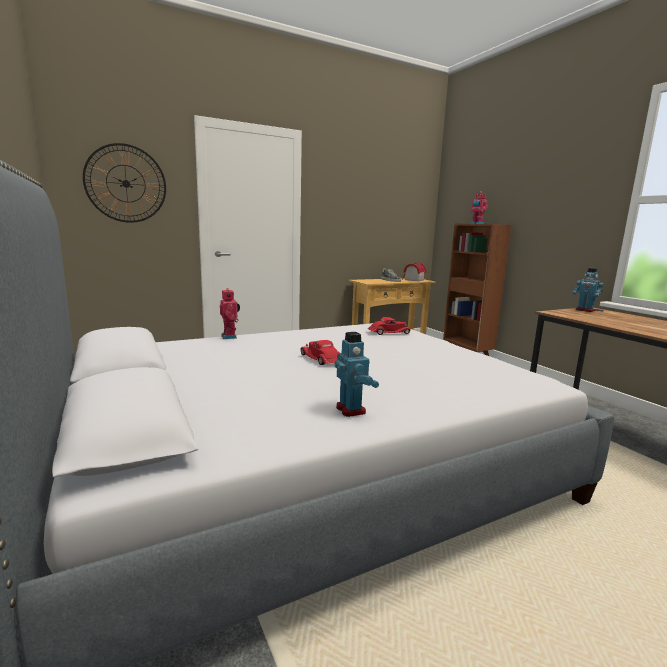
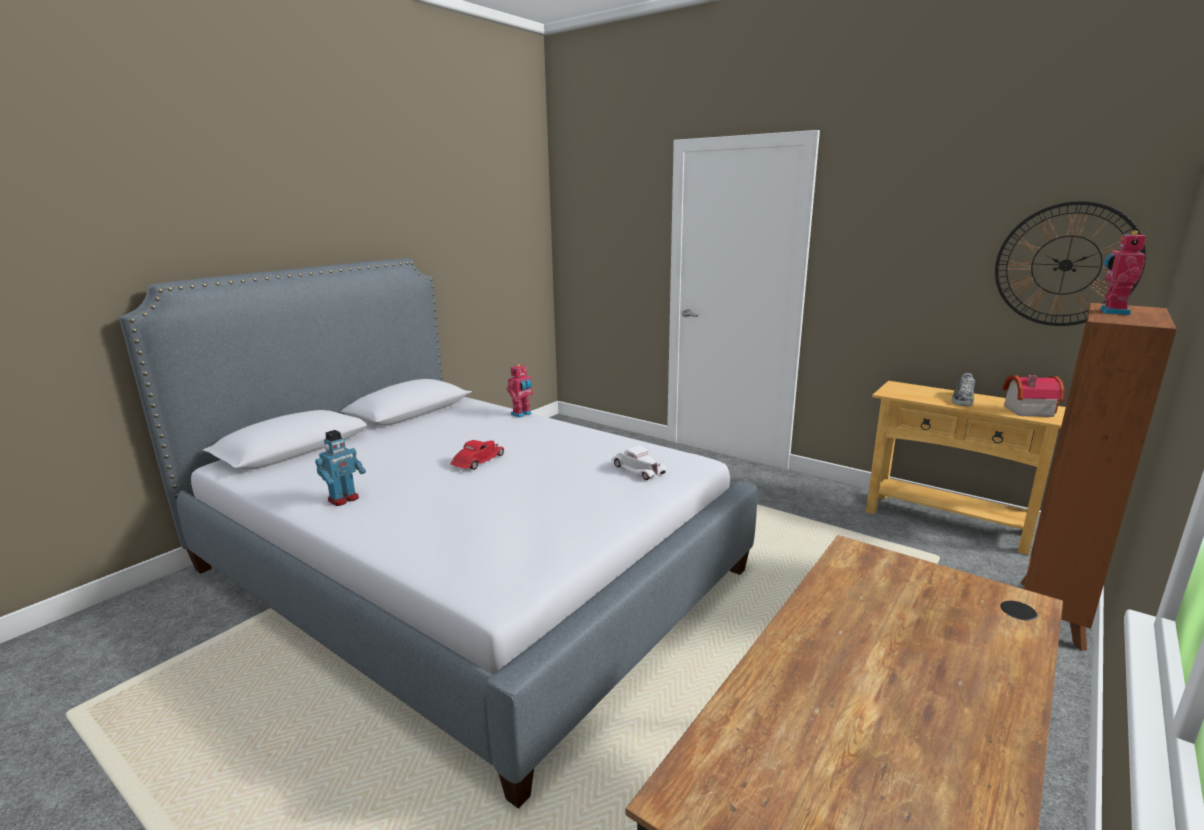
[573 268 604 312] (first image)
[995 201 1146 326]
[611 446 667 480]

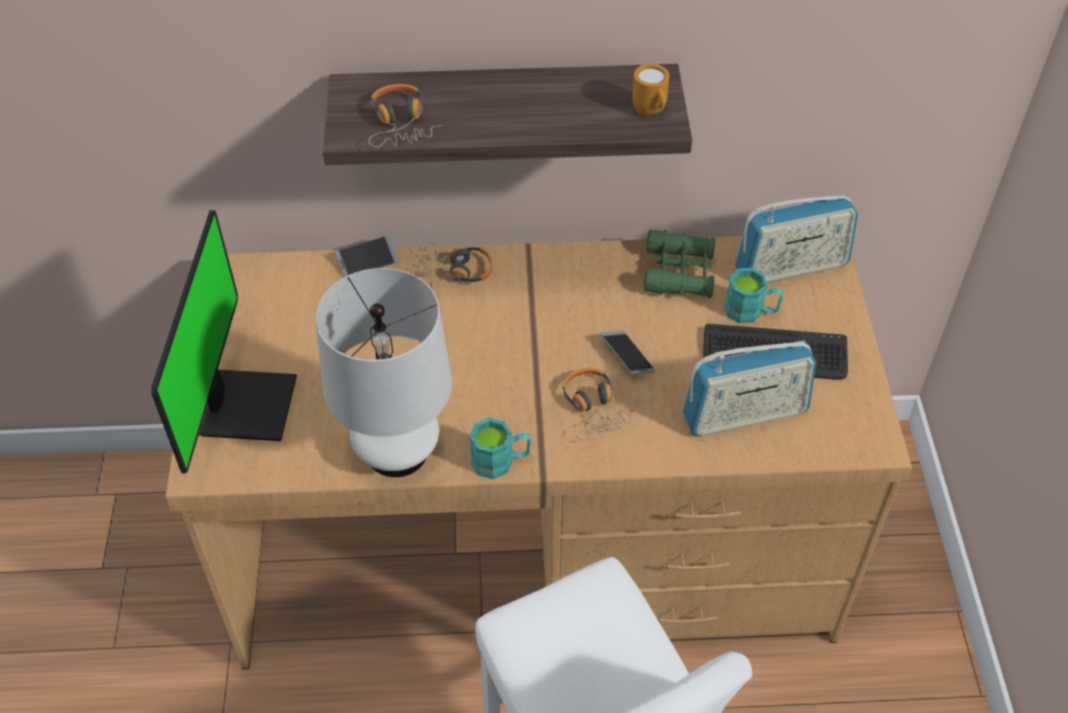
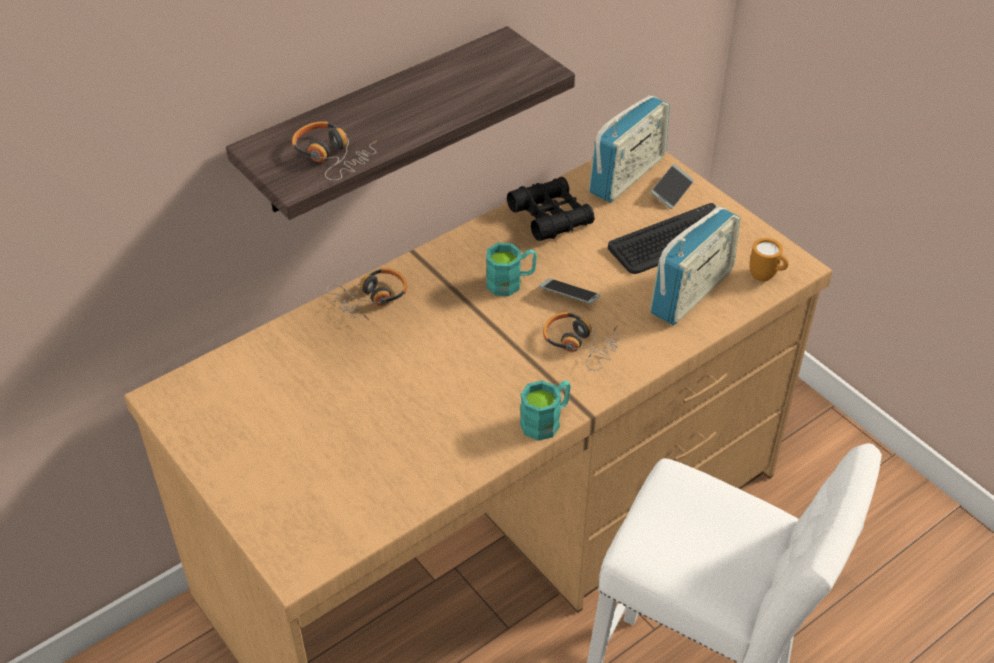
[151 210 297 473] (first image)
[315 268 452 477] (first image)
[651 164 694 209]
[749 238 789 282]
[486 243 537 296]
[507 177 595 241]

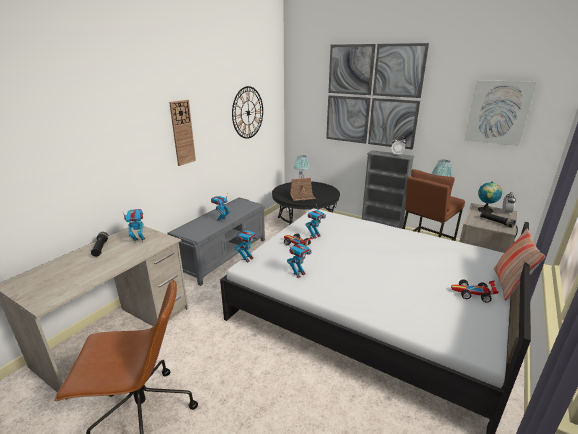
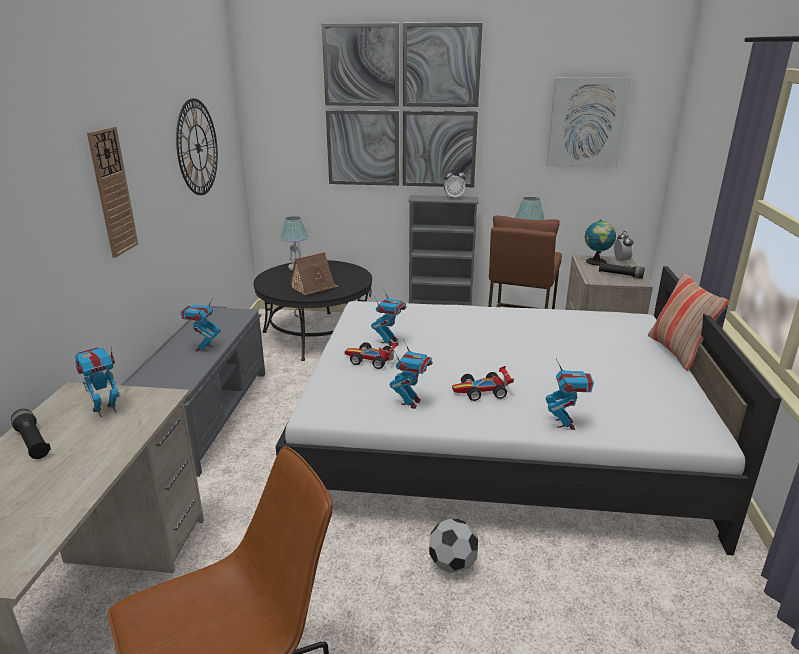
[429 519 478 573]
[546 358 594 430]
[452 366 514 401]

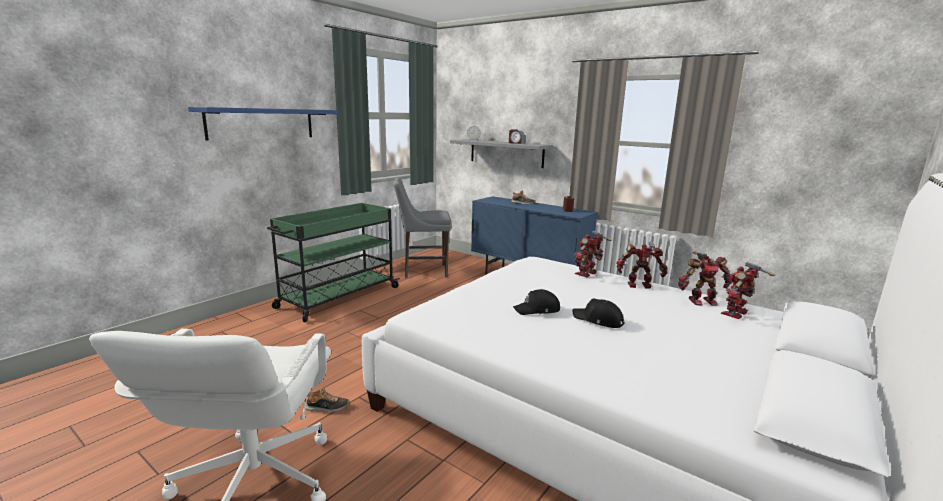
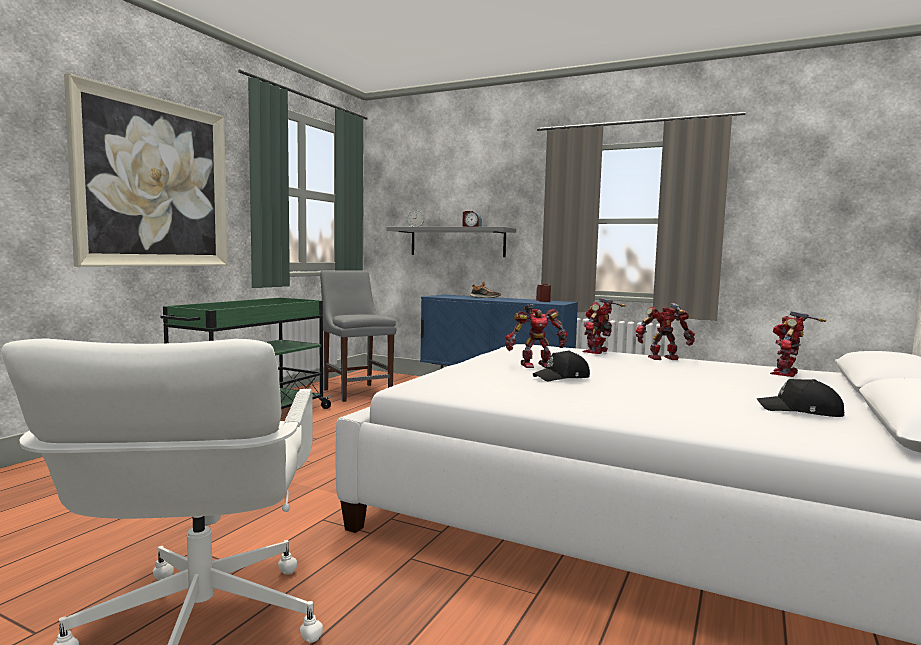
[306 388 350 412] (first image)
[757 379 844 417]
[505 304 568 368]
[64 73 228 267]
[320 270 397 402]

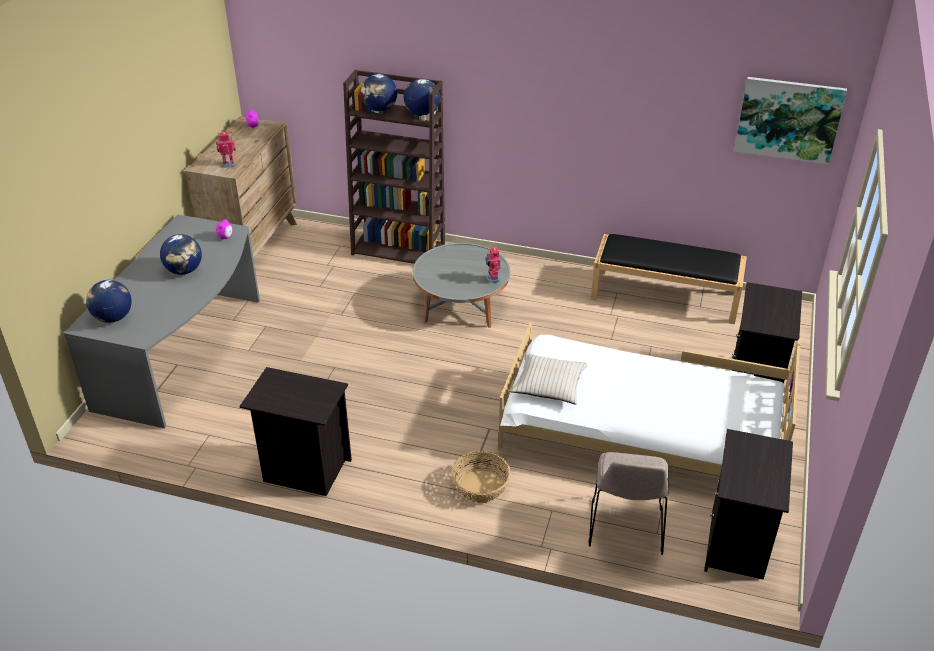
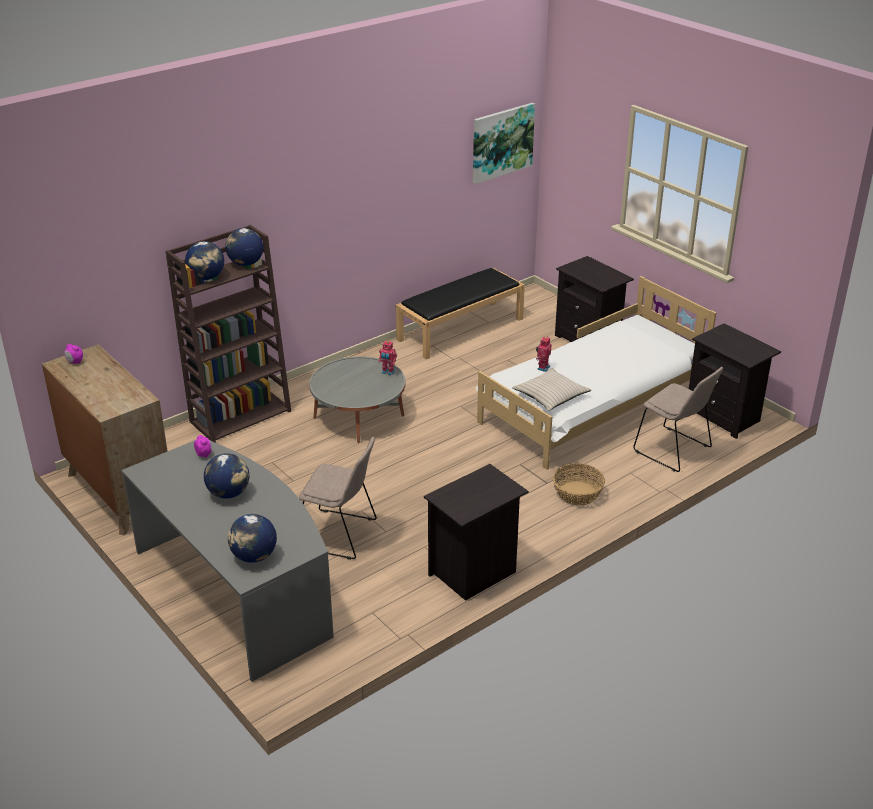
[299 437 377 560]
[536 337 551 372]

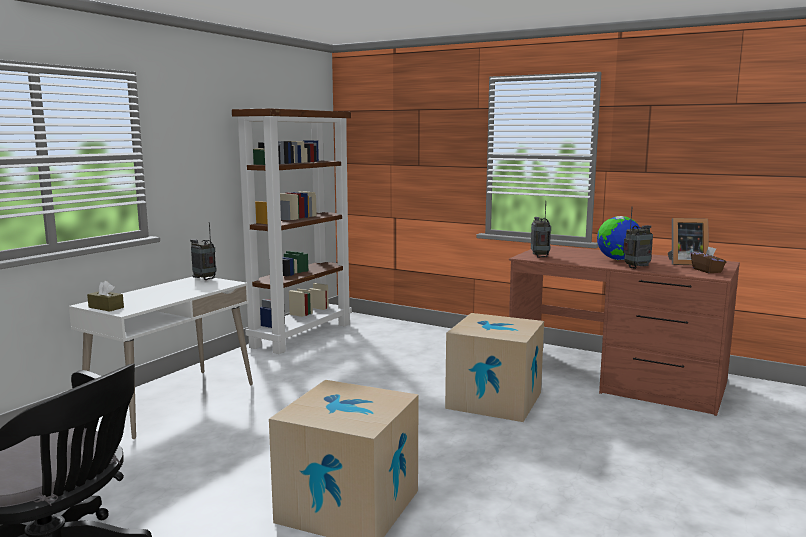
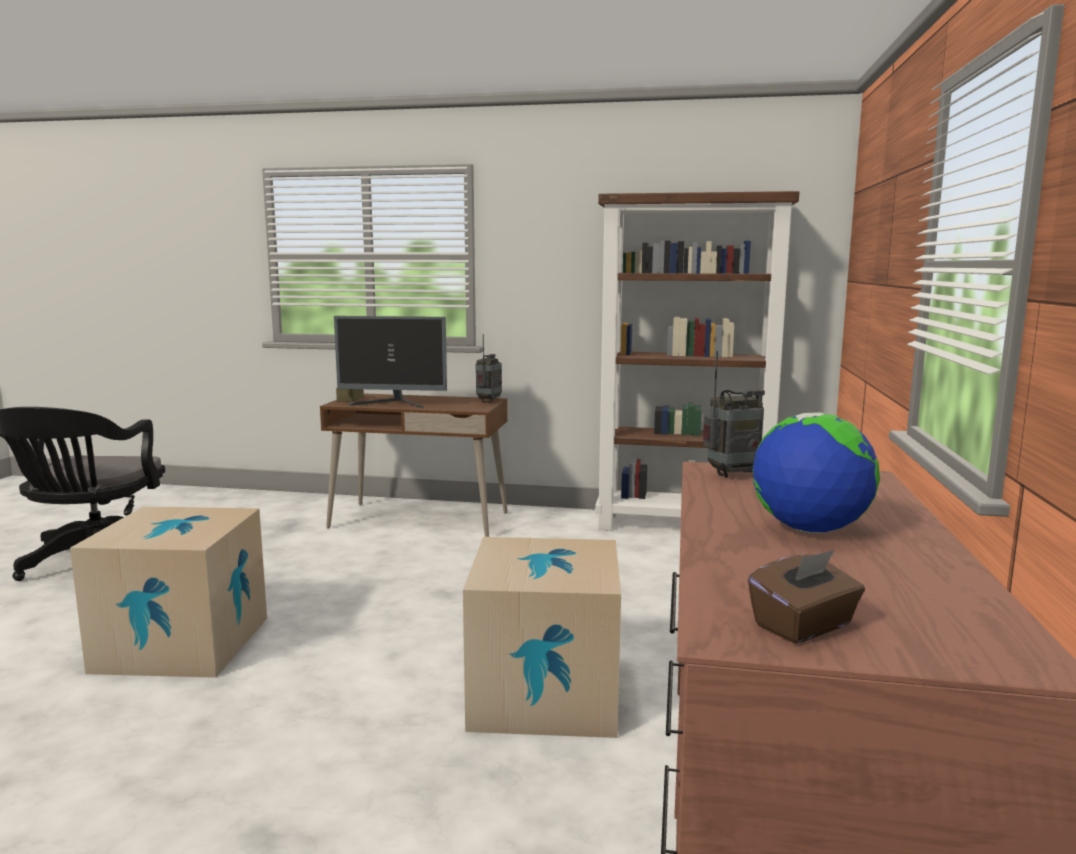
[623 208 653 269] (first image)
[668 218 709 265] (first image)
[334 316 447 408]
[320 394 508 537]

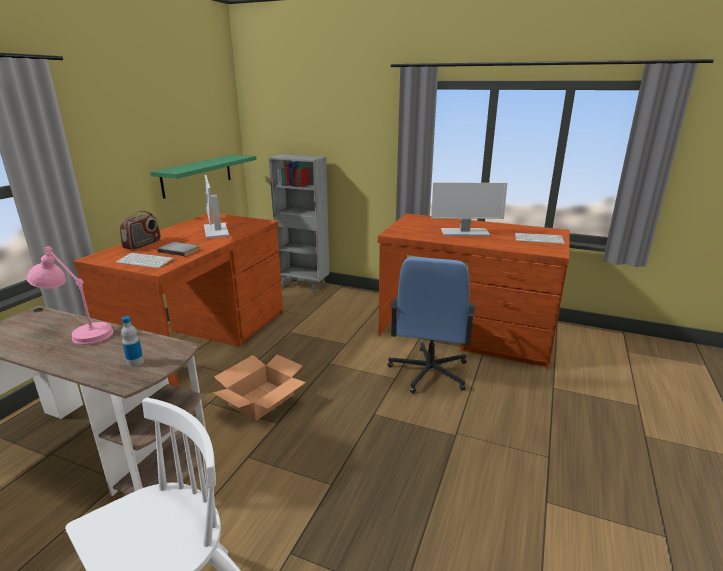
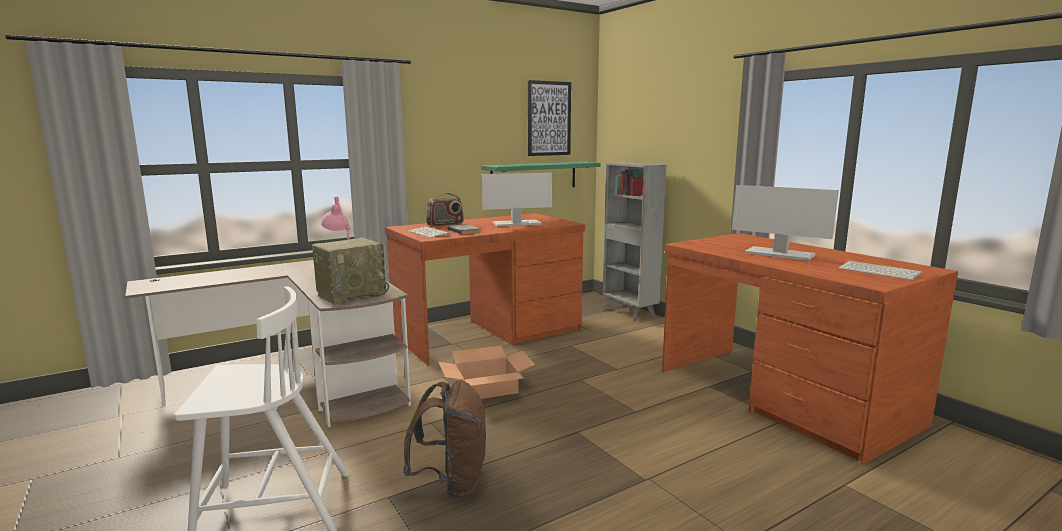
[388 257 475 393] (first image)
[403 380 486 499]
[528 80 571 156]
[312 238 389 305]
[482 173 552 226]

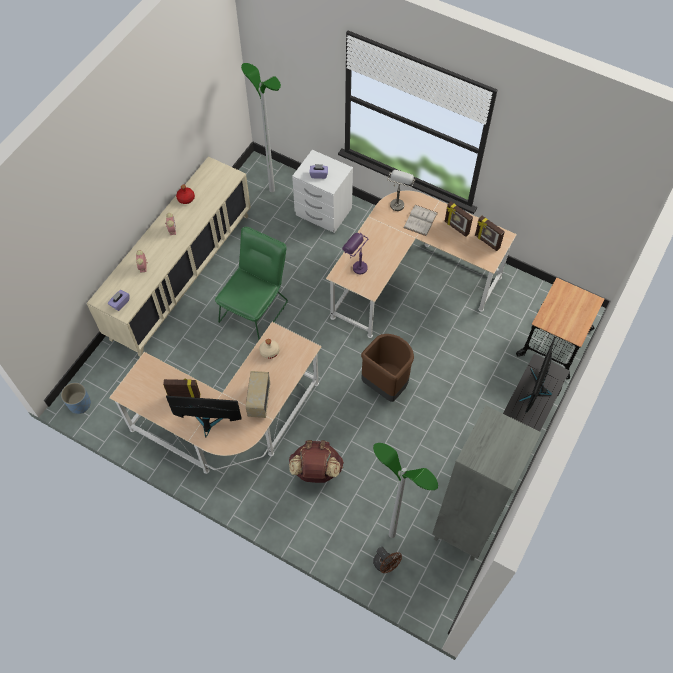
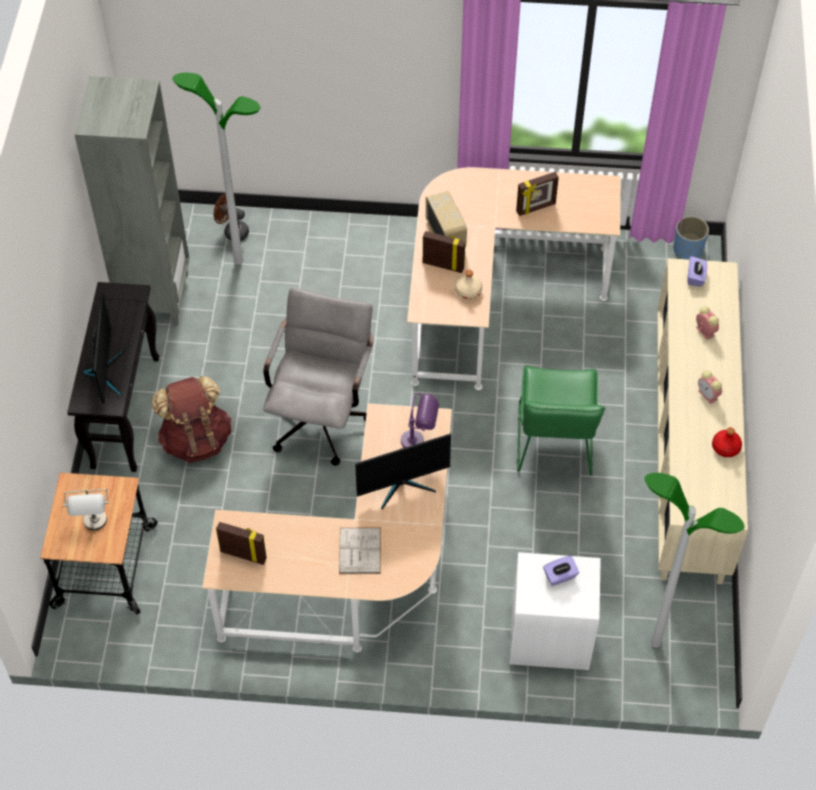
[355 434 451 509]
[152 376 232 463]
[63 489 108 530]
[423 231 465 273]
[263 288 373 466]

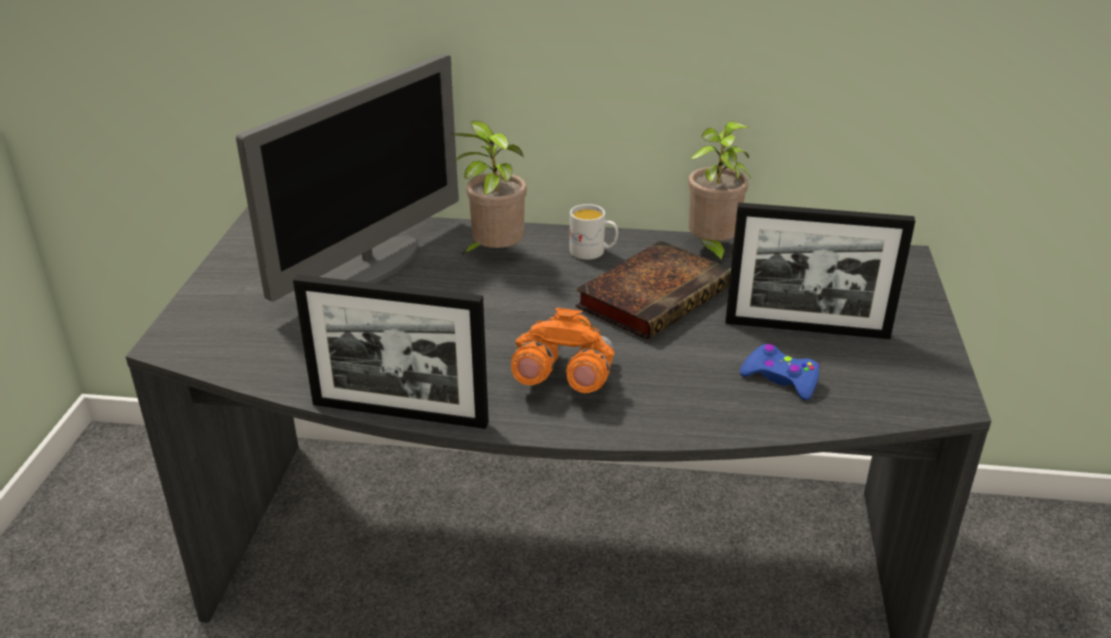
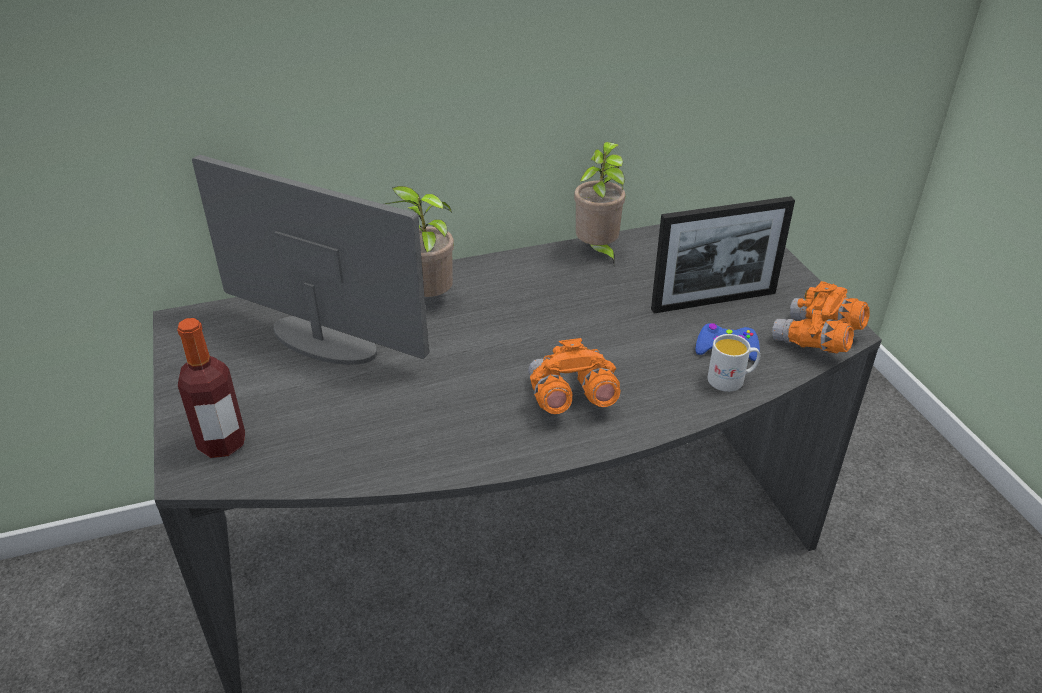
[293 275 489 429] (first image)
[575 241 731 340] (first image)
[177 318 245 458]
[772 281 870 353]
[708 334 760 392]
[192 155 429 365]

